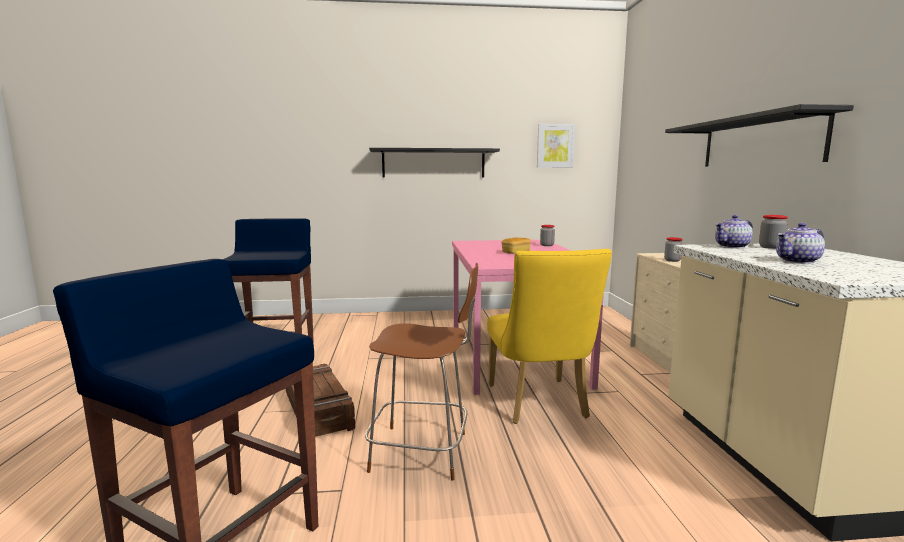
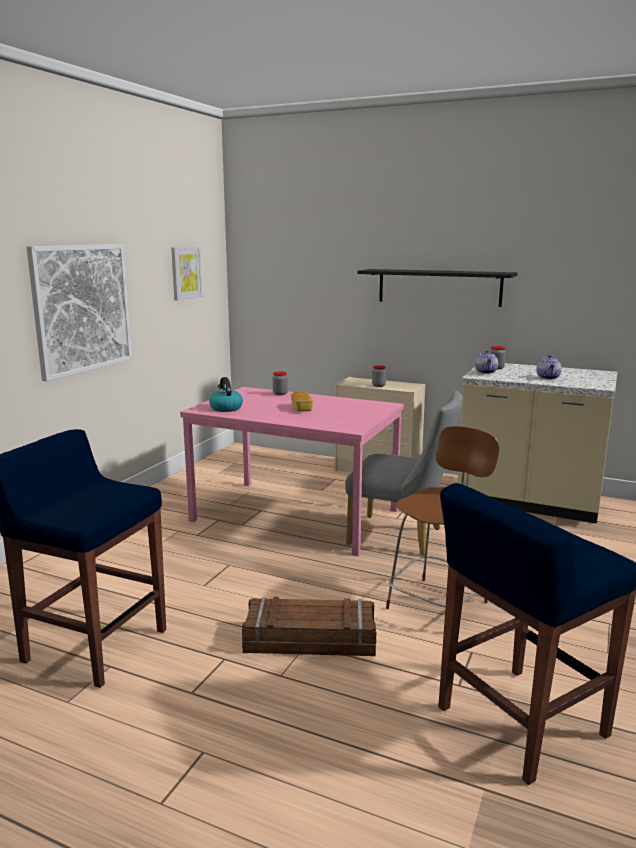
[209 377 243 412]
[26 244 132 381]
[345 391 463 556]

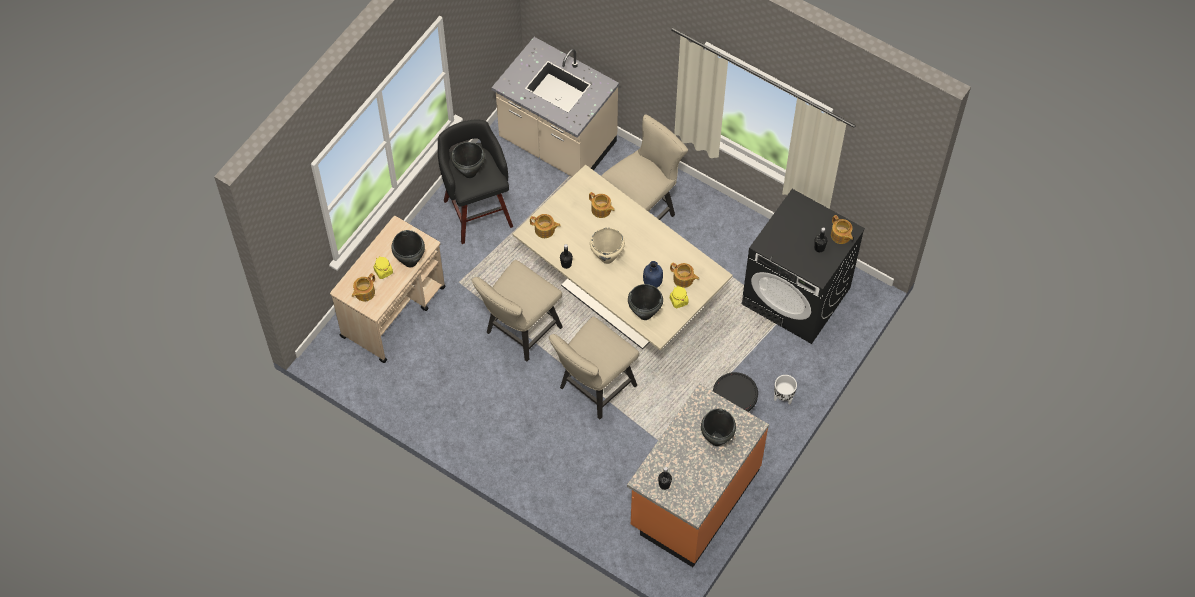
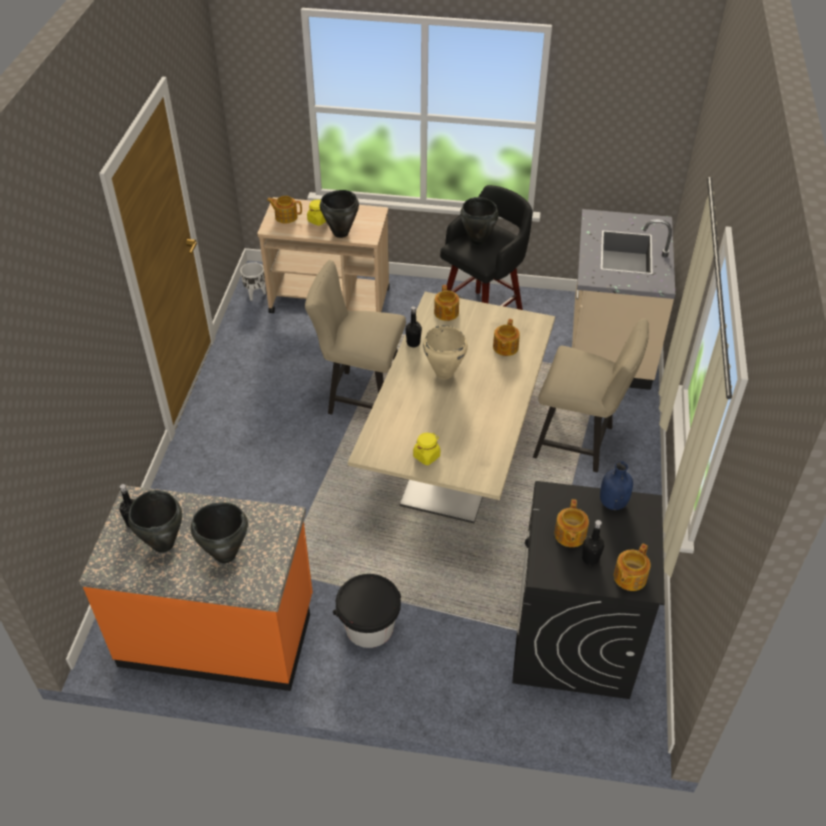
[549 317 639 420] (first image)
[128 490 182 553]
[600 461 633 510]
[554 499 589 547]
[240 262 266 301]

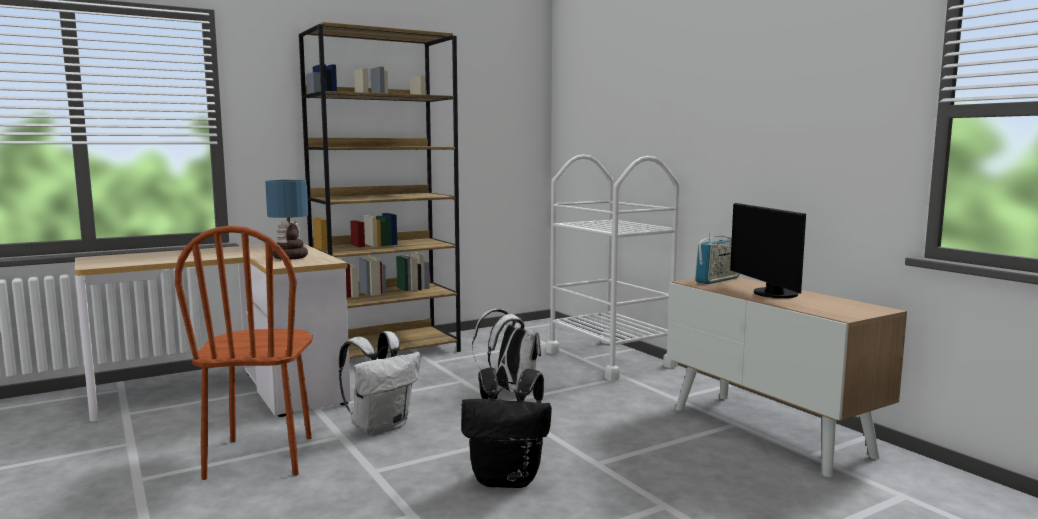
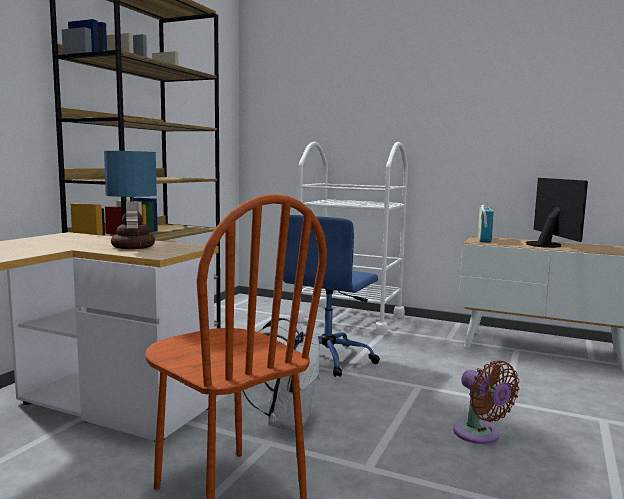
[453 360 520 444]
[283 215 380 377]
[526 178 588 248]

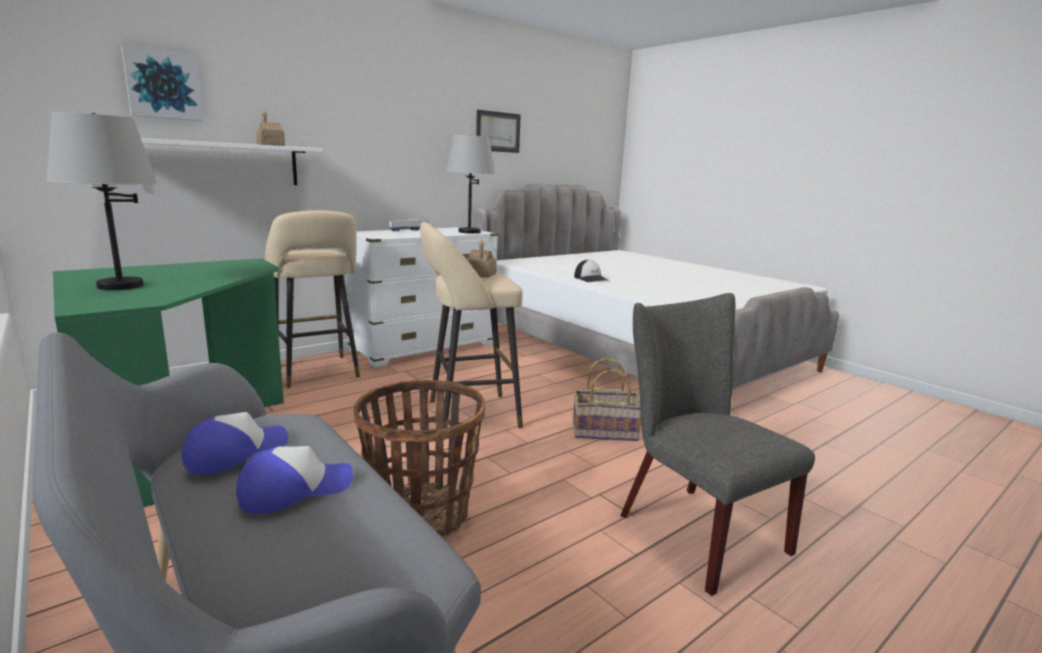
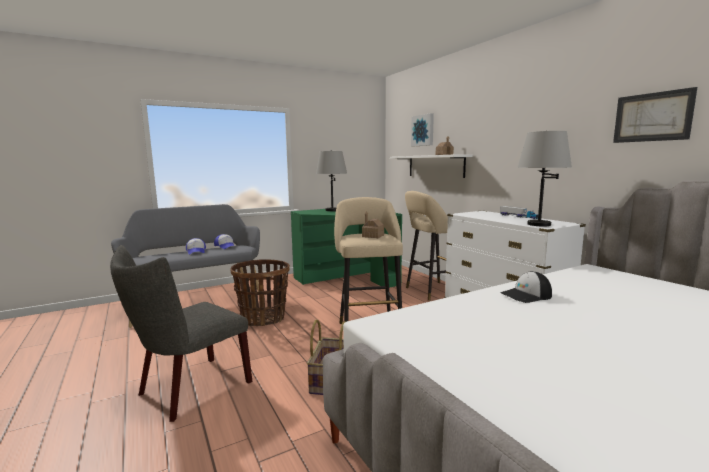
[110 245 252 422]

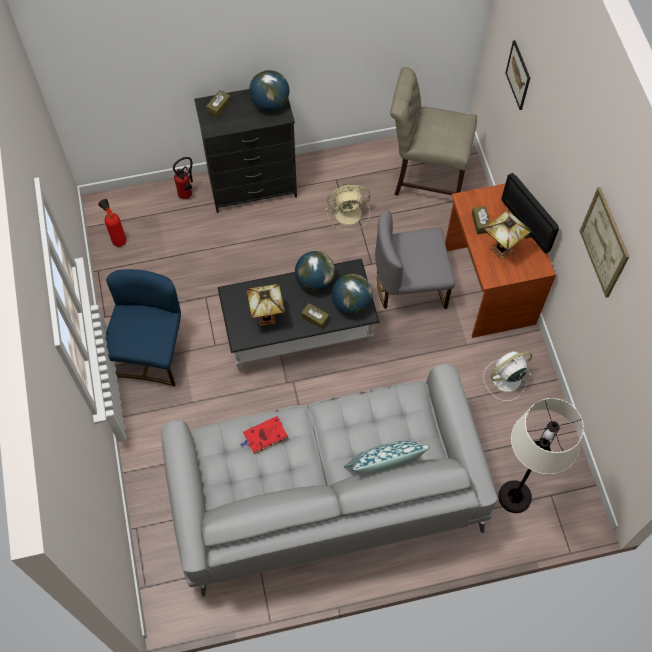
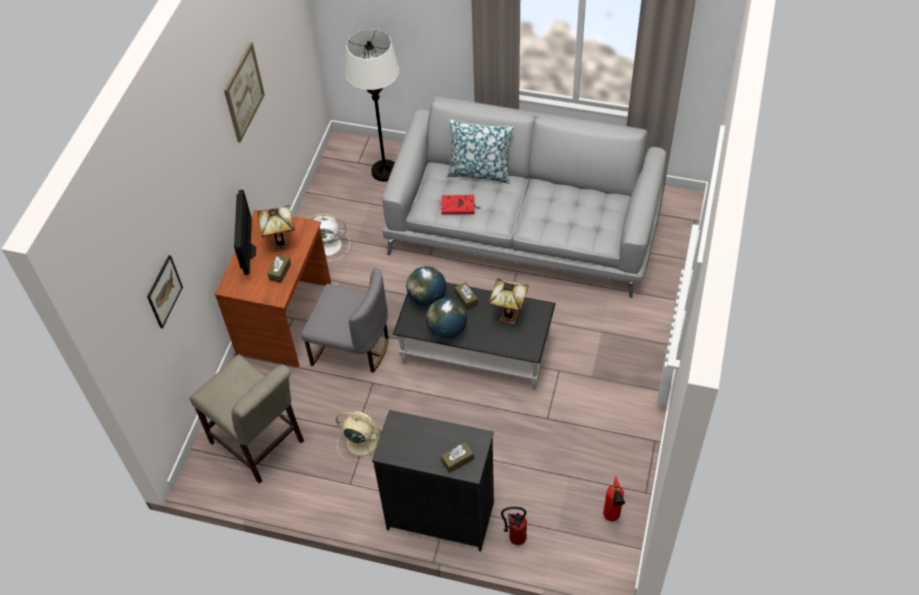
[105 269 181 386] (first image)
[249 70 289 111] (first image)
[441 195 481 214]

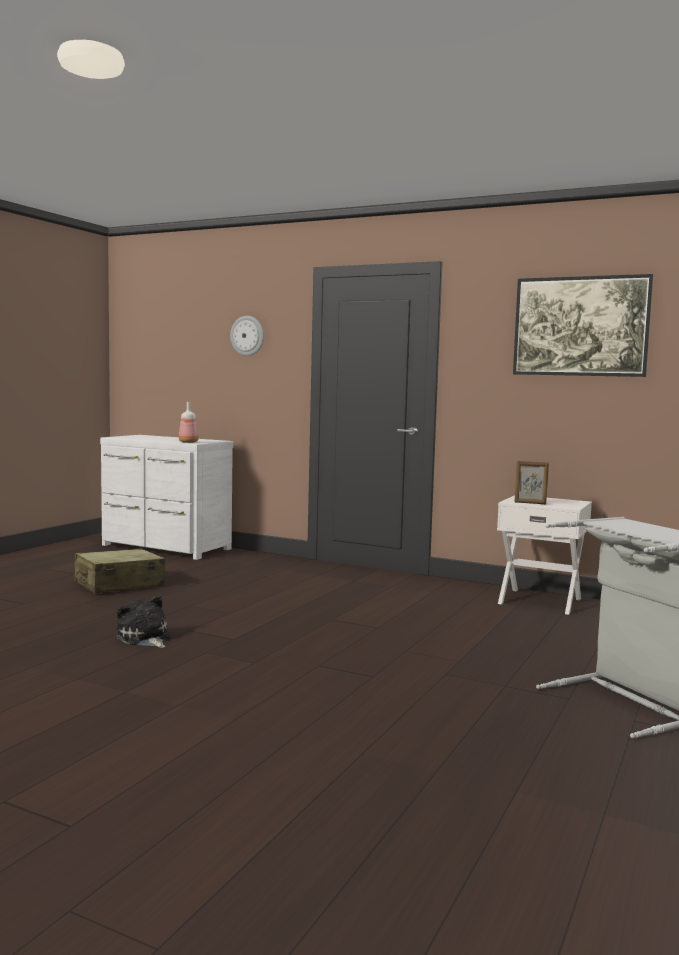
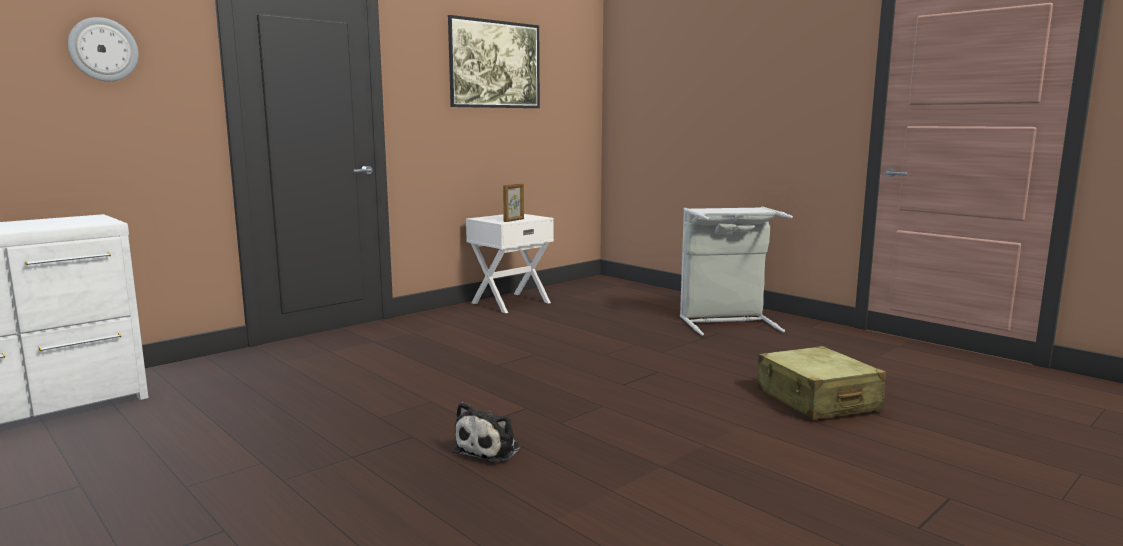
[179 402 199 443] (first image)
[758 346 886 420]
[452 402 520 462]

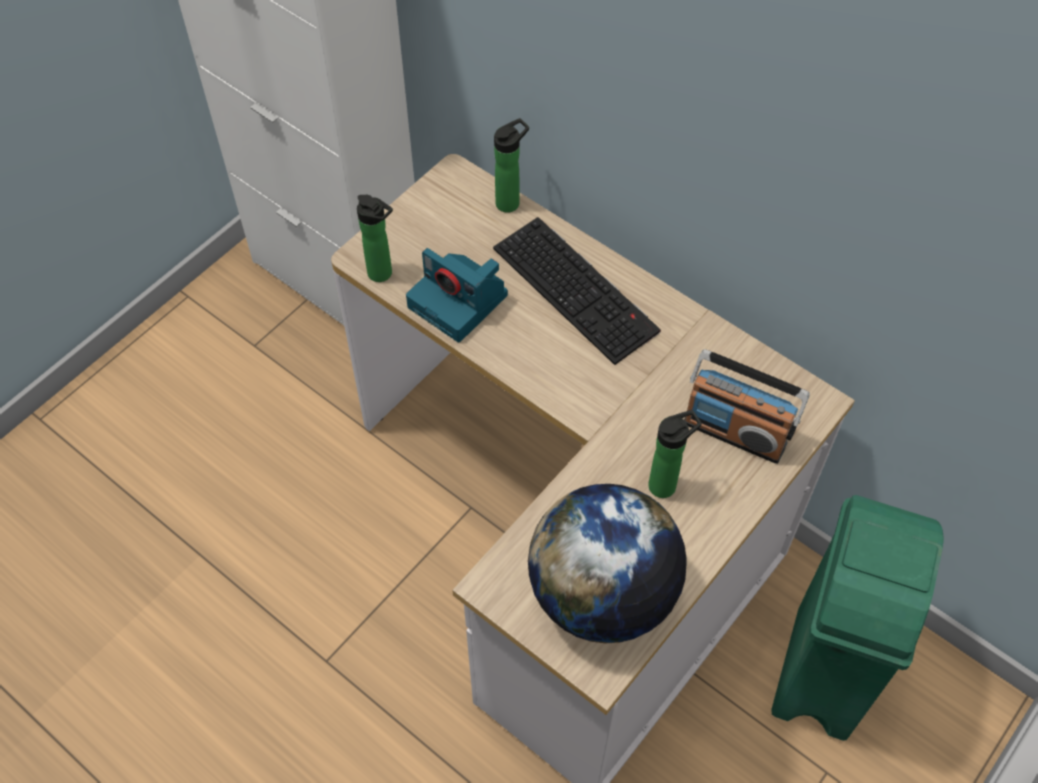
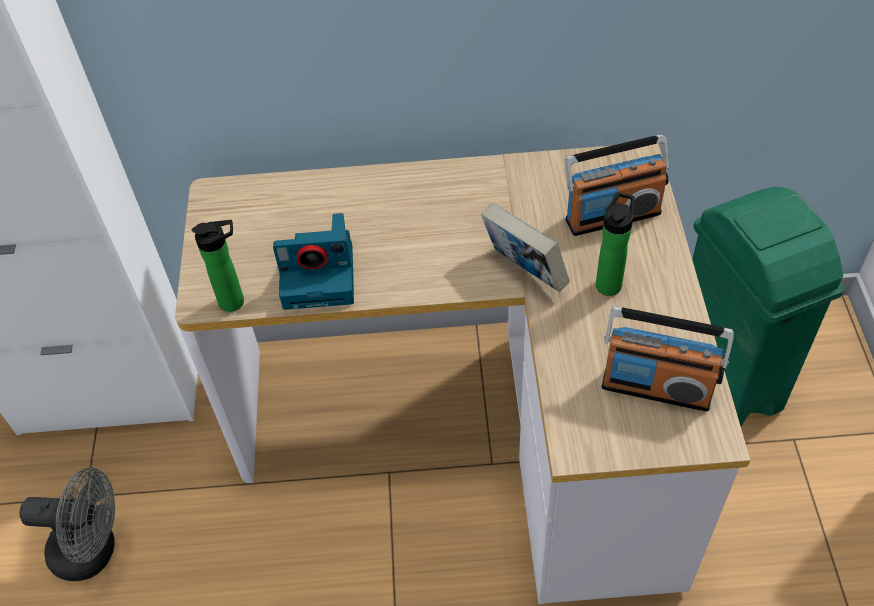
[493 217 661 365] (first image)
[494 118 529 213] (first image)
[19 468 115 581]
[481 203 570 292]
[602 306 734 411]

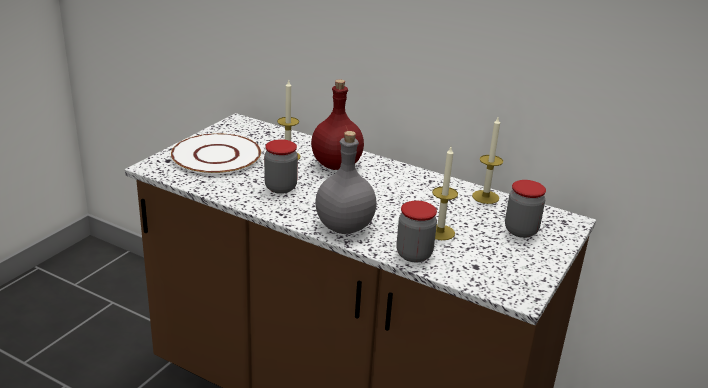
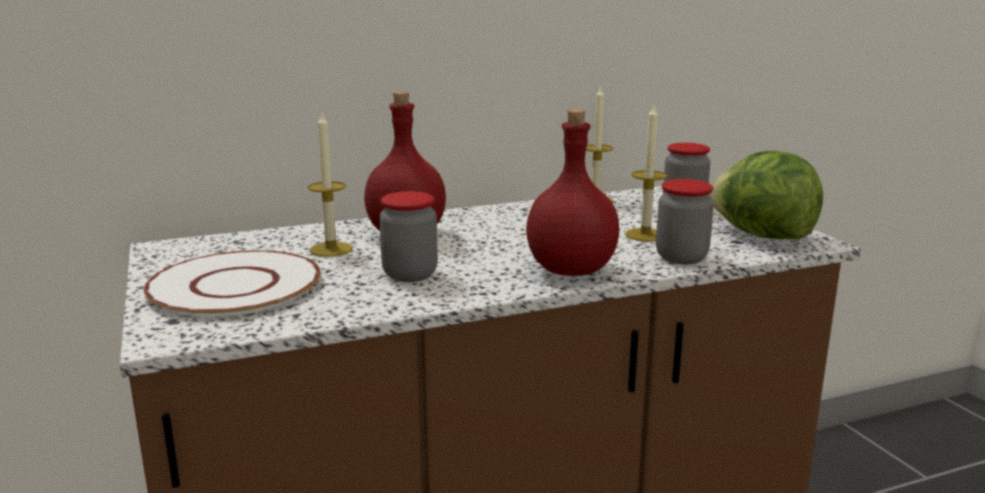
[709 151 823 240]
[526 109 619 276]

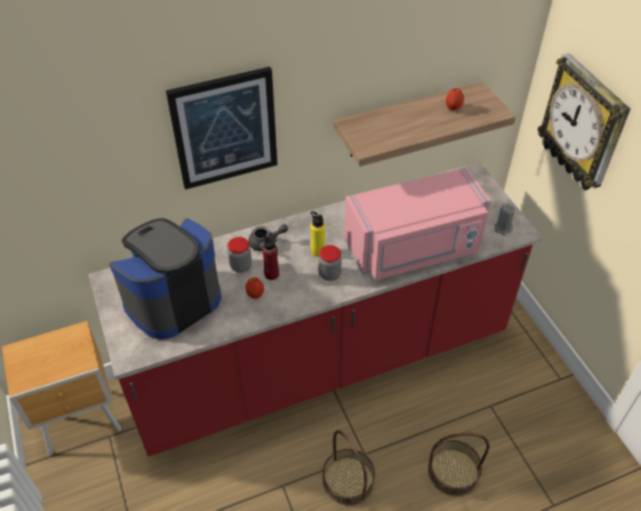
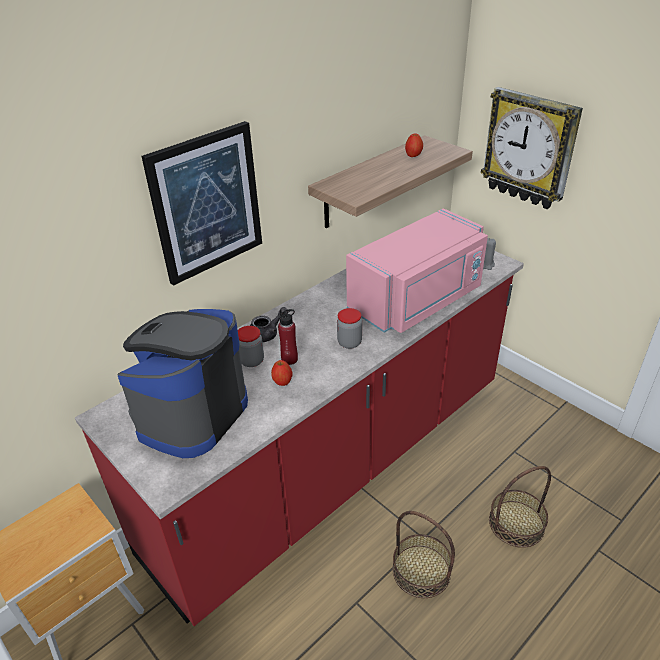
[310 211 325 257] (first image)

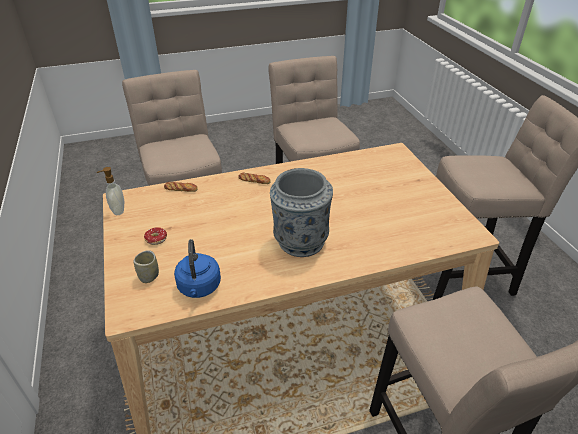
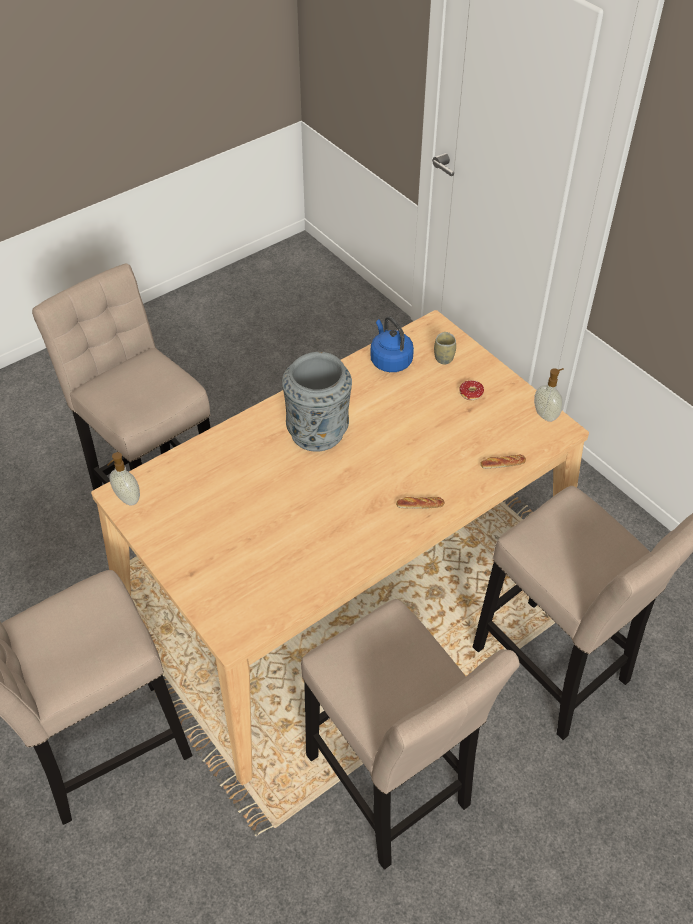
[107 452 140 505]

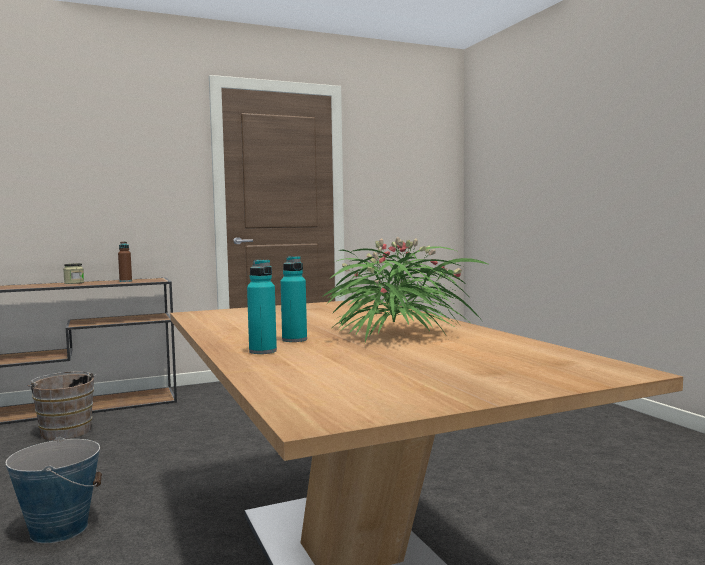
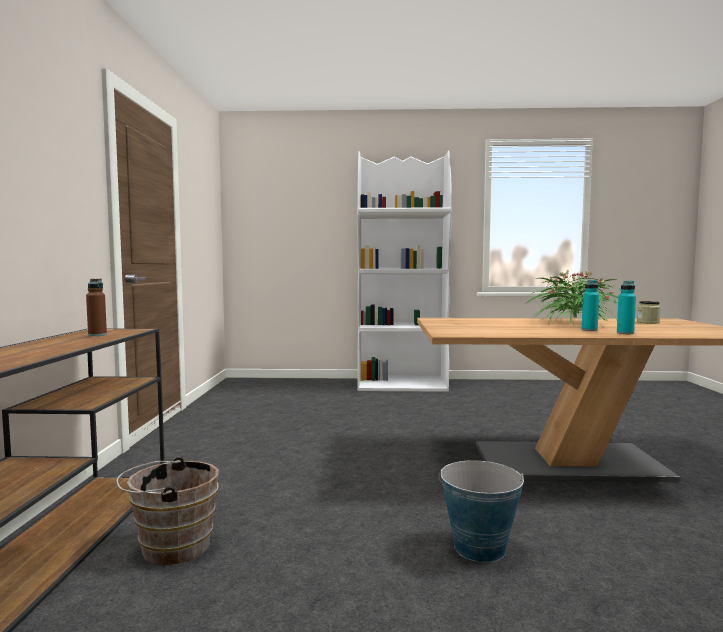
[357 151 452 392]
[637 301 661 324]

